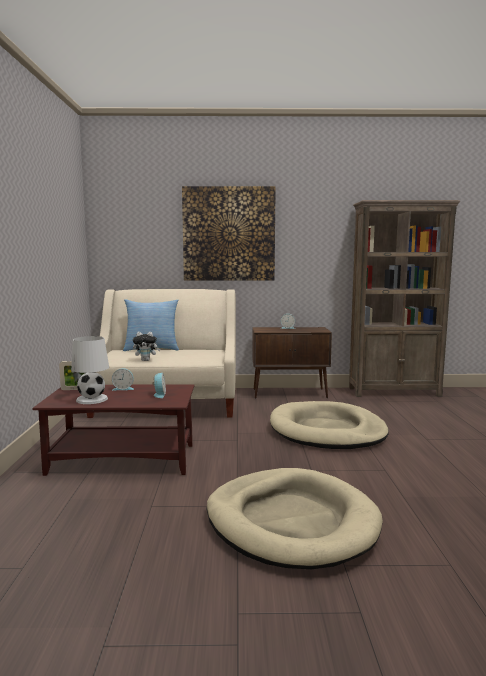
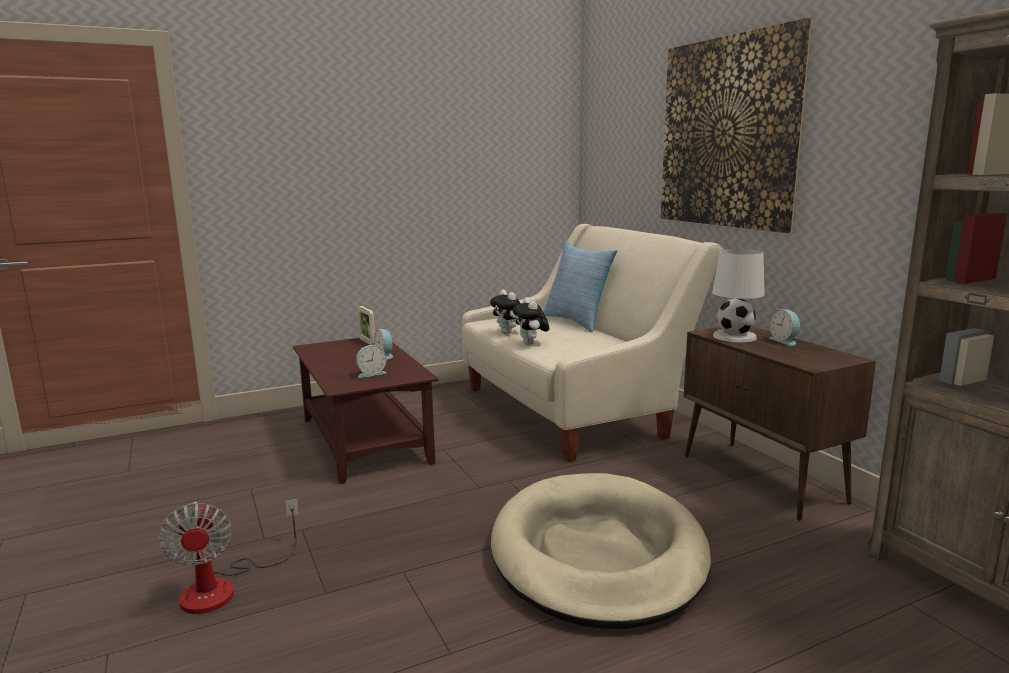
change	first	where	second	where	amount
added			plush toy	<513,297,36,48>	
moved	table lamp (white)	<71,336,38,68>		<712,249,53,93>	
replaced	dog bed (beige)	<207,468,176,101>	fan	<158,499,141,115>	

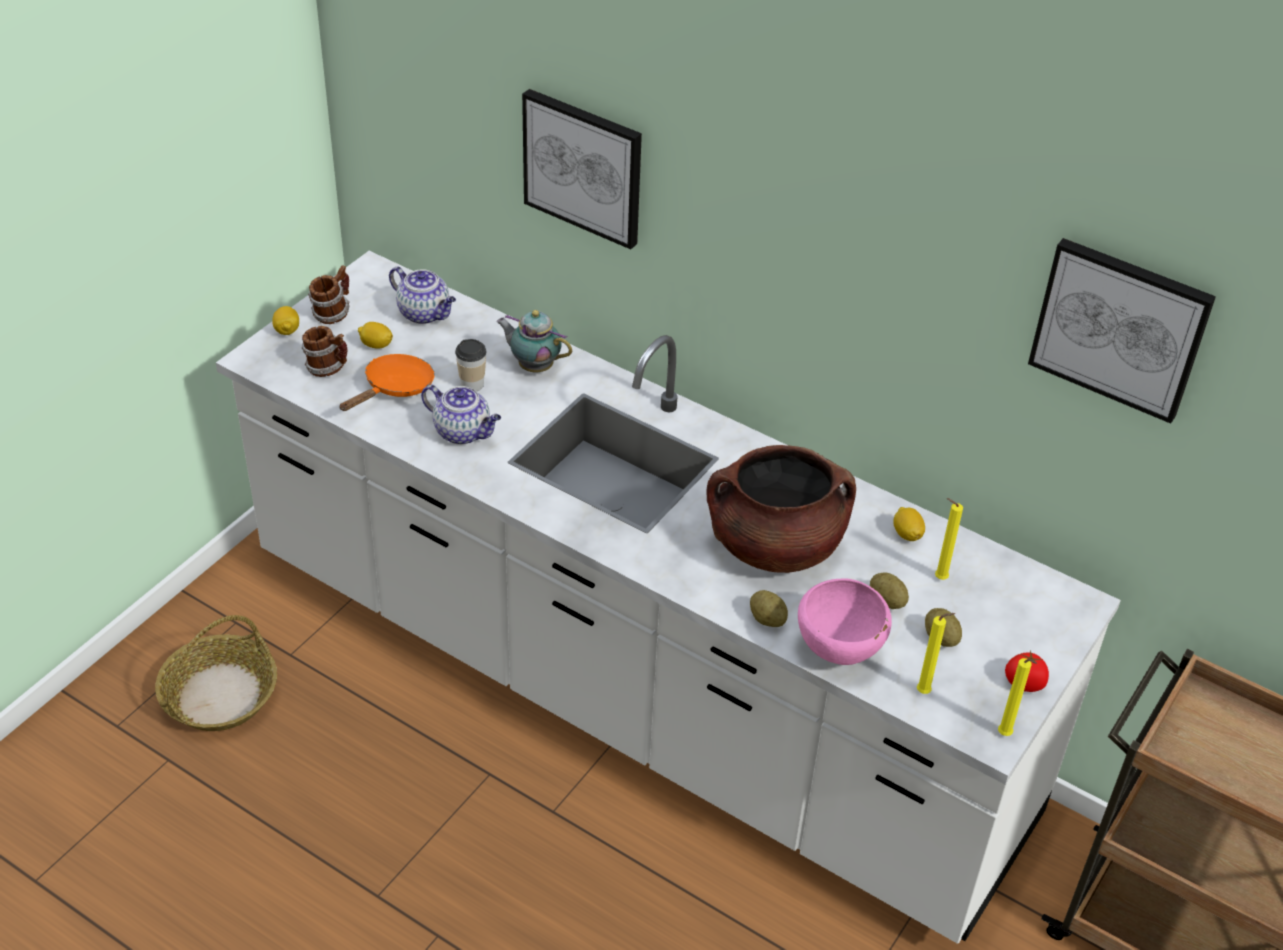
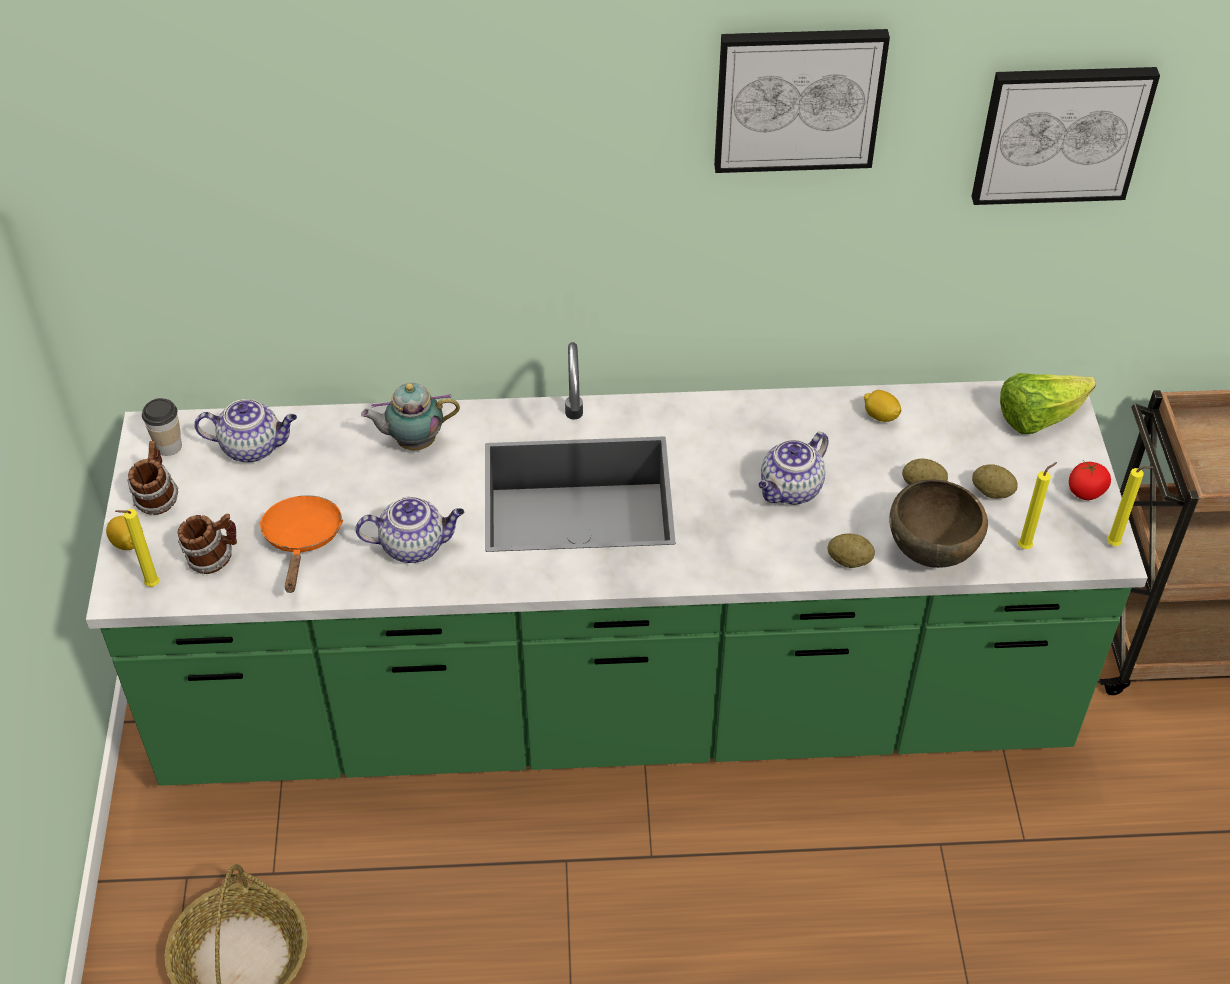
change	first	where	second	where	amount
removed	lemon	<358,322,35,27>			
added			lettuce	<1000,373,96,61>	
moved	cup	<455,339,31,52>		<142,398,40,58>	
moved	picture	<522,89,120,160>		<714,29,176,144>	
moved	candle (yellow)	<935,498,28,82>		<115,509,45,78>	
replaced	cooking pot (brown)	<706,445,150,128>	teapot	<758,432,71,73>	
recoloured	counter (white)	<216,251,905,693>	counter (green)	<86,342,1062,444>	
recoloured	bowl (pink)	<798,578,94,87>	bowl (brown)	<889,480,99,88>	

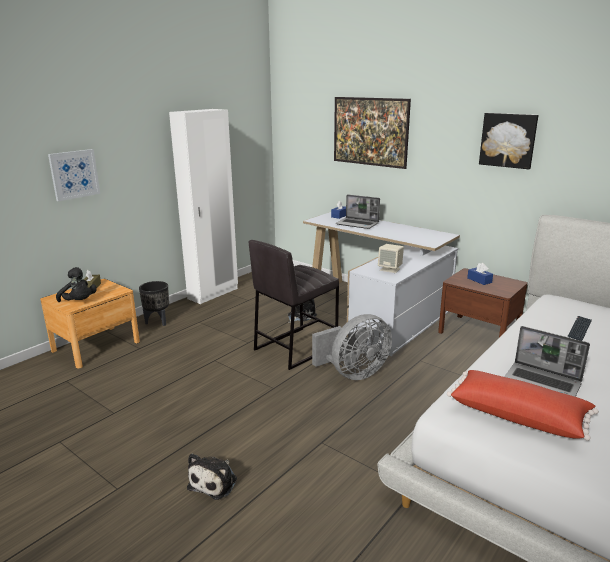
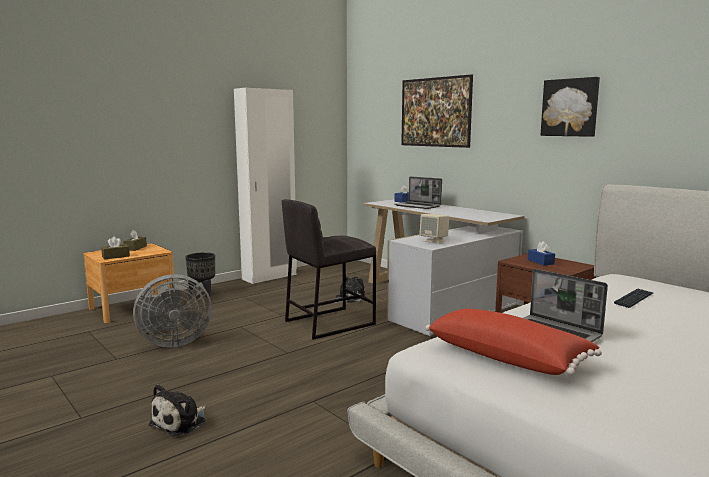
change	first	where	second	where	amount
removed	picture	<48,149,52,52>			
moved	fan (grey)	<312,314,80,66>		<133,274,79,74>	
replaced	plush toy (black)	<56,267,41,35>	tissue box (brown)	<101,237,29,22>	

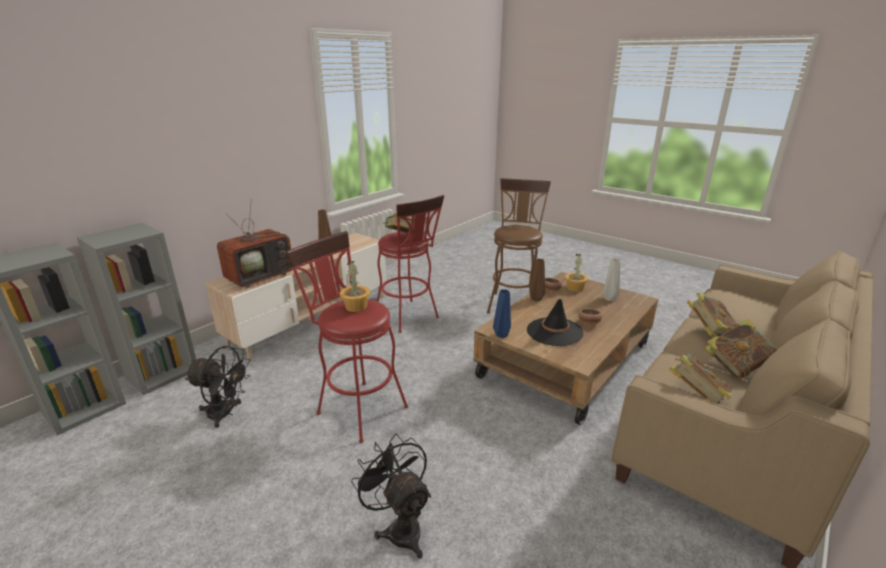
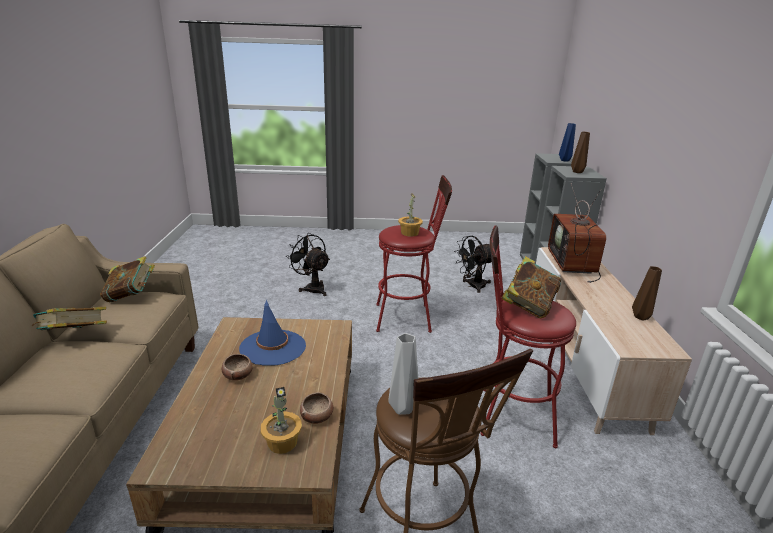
change	first	where	second	where	amount
removed	book	<687,293,51,44>			
moved	vase (blue)	<493,290,18,48>		<559,123,17,39>	
moved	vase (brown)	<529,259,16,43>		<571,132,19,41>	
moved	vase (grey)	<603,258,17,43>		<388,333,30,82>	
recoloured	hat (black)	<527,299,57,47>	hat (blue)	<239,300,67,66>	
turned	fan (black)	<351,434,80,125>		<286,233,44,63>	150 degrees counterclockwise

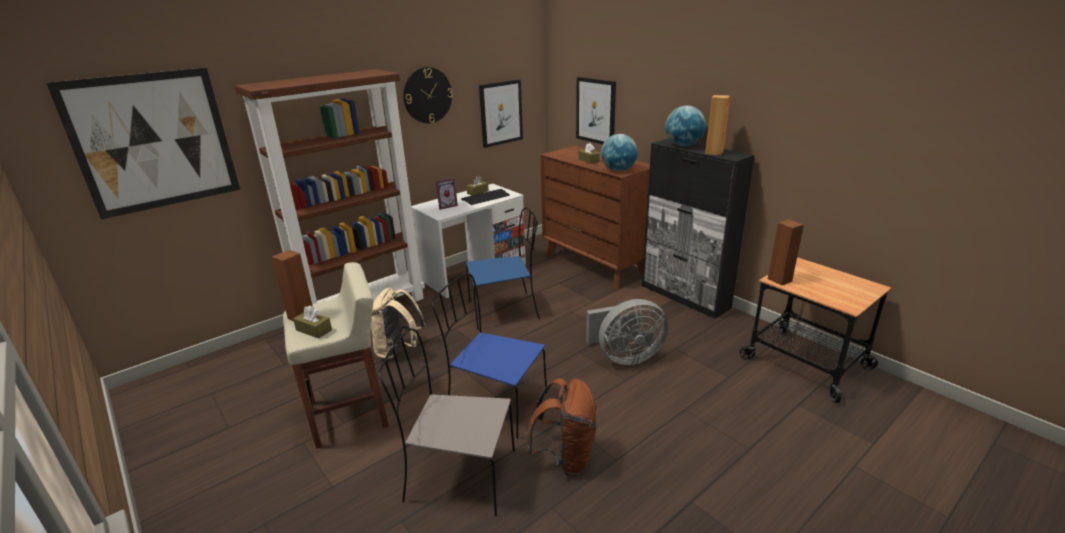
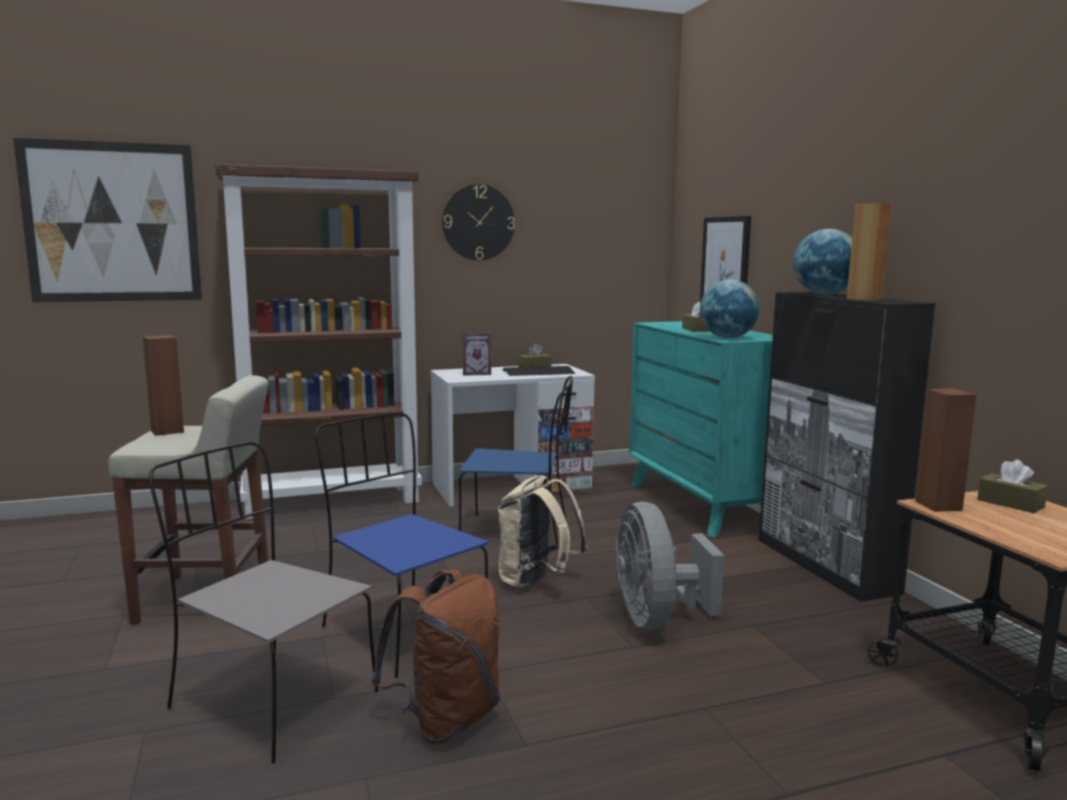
change	first	where	second	where	amount
removed	picture	<479,79,44,69>			
moved	tissue box (brown)	<293,306,39,33>		<977,460,71,53>	
moved	backpack (beige)	<371,287,54,73>		<498,475,90,115>	
recoloured	dresser (brown)	<540,146,110,143>	dresser (turquoise)	<629,321,144,217>	
turned	fan (grey)	<586,299,82,66>		<615,502,109,127>	75 degrees clockwise

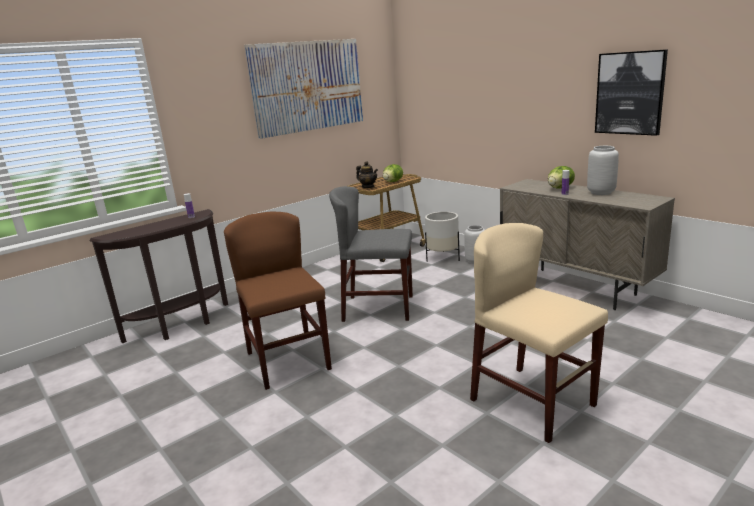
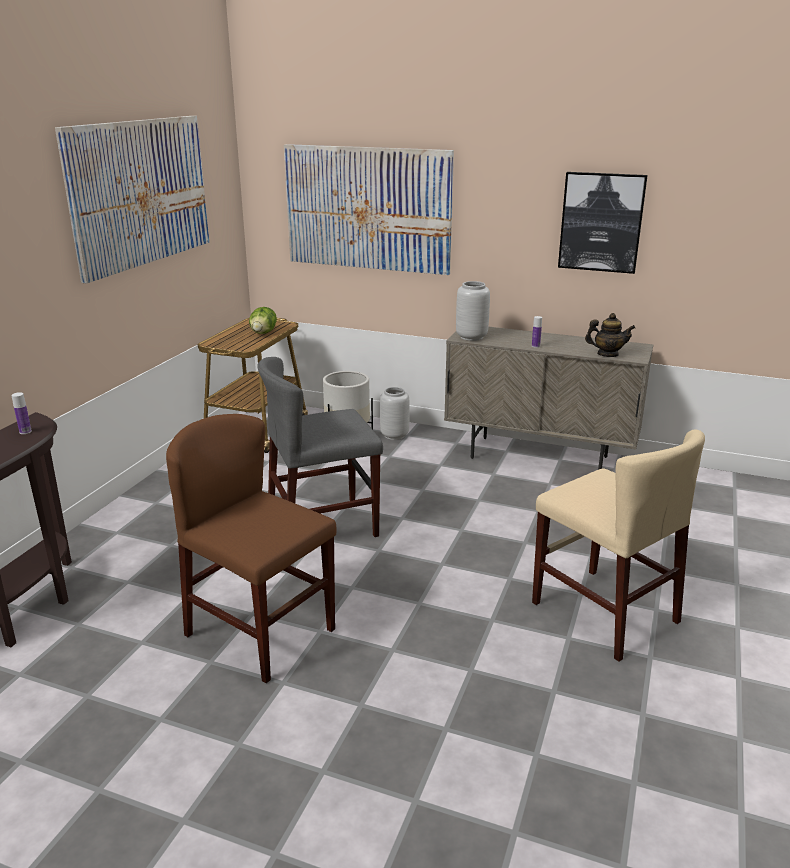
change	first	where	second	where	amount
removed	lettuce	<548,166,27,23>			
added			picture	<284,144,170,131>	
moved	teapot	<356,161,22,27>		<585,313,50,44>	
moved	vase (grey)	<587,146,32,49>		<456,281,34,60>	
turned	chair (beige)	<470,223,138,220>		<532,429,173,233>	150 degrees counterclockwise

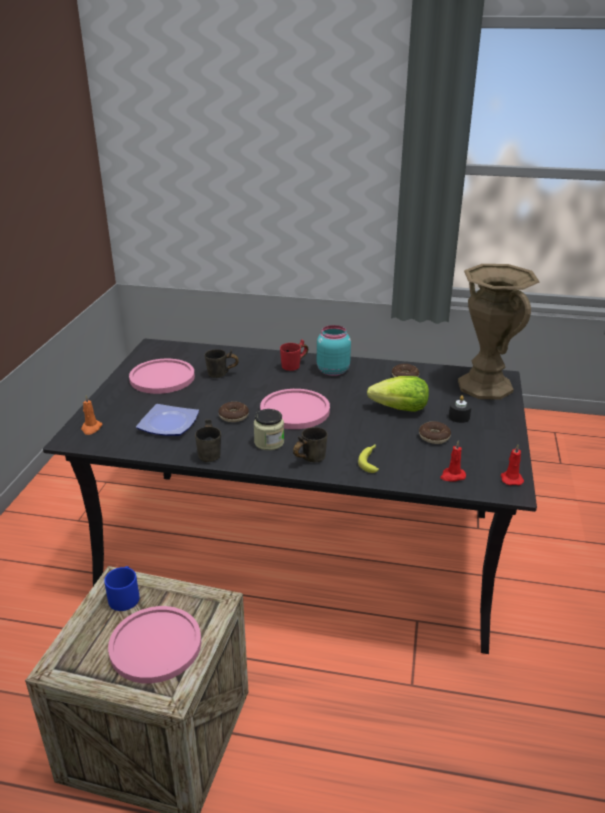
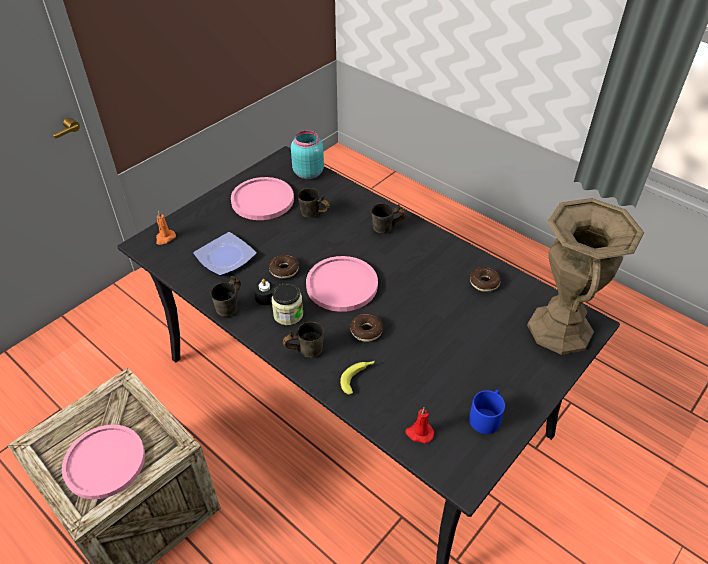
change	first	where	second	where	amount
removed	lettuce	<367,376,62,36>			
removed	candle (red)	<501,444,23,41>			
moved	mug (blue)	<104,566,35,45>		<469,390,36,44>	
moved	jar (turquoise)	<317,325,34,51>		<291,131,33,48>	
moved	donut	<419,422,32,22>		<350,314,33,28>	
moved	candle (black)	<449,395,23,28>		<254,279,22,26>	
recoloured	mug (red)	<280,339,28,32>	mug (grey)	<372,203,33,31>	

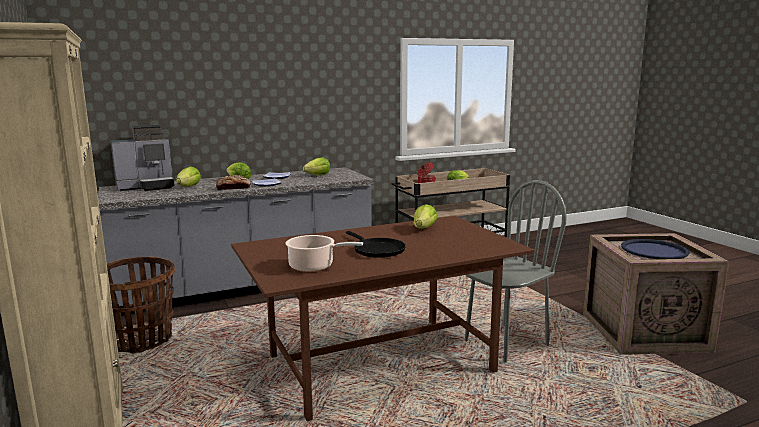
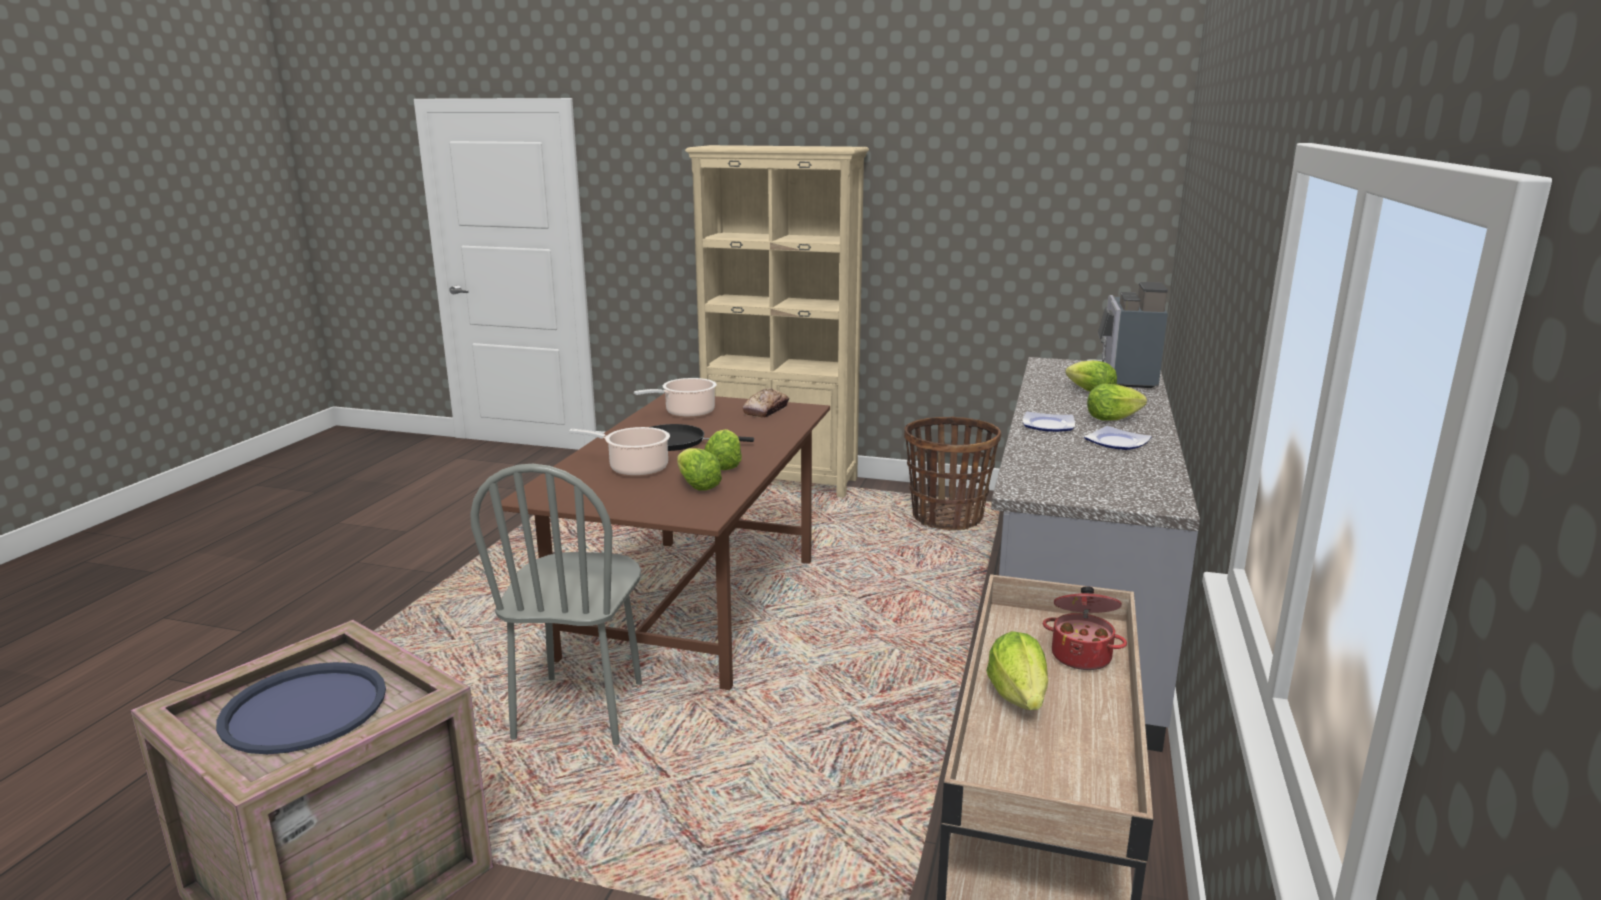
change	first	where	second	where	amount
added			cooking pot	<569,427,101,50>	
moved	bread	<216,175,34,15>		<743,388,46,30>	
moved	lettuce	<303,157,27,18>		<705,429,37,41>	

